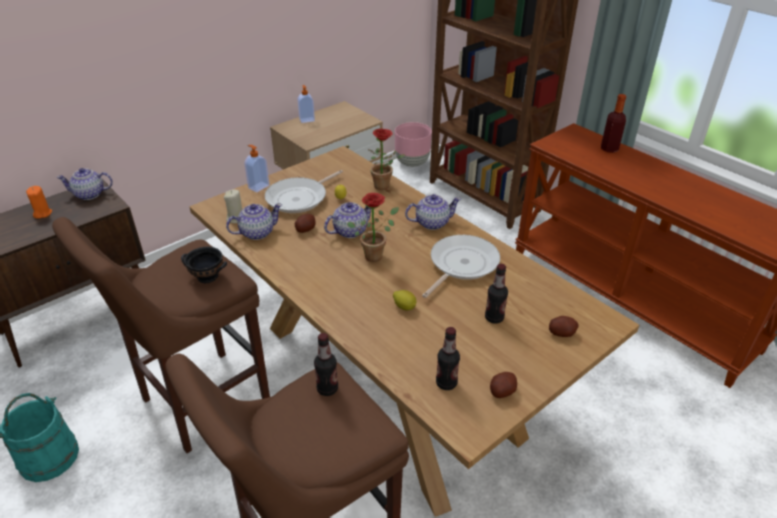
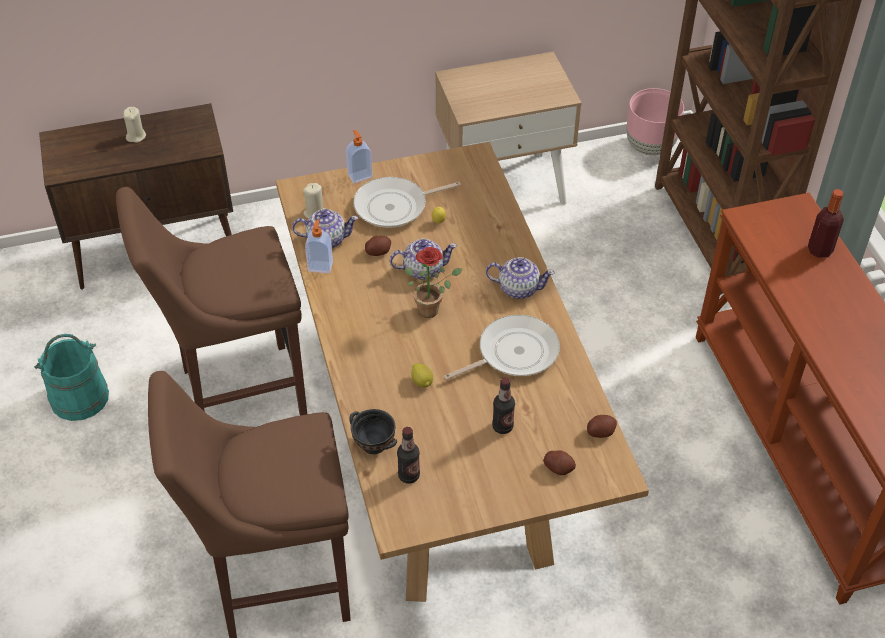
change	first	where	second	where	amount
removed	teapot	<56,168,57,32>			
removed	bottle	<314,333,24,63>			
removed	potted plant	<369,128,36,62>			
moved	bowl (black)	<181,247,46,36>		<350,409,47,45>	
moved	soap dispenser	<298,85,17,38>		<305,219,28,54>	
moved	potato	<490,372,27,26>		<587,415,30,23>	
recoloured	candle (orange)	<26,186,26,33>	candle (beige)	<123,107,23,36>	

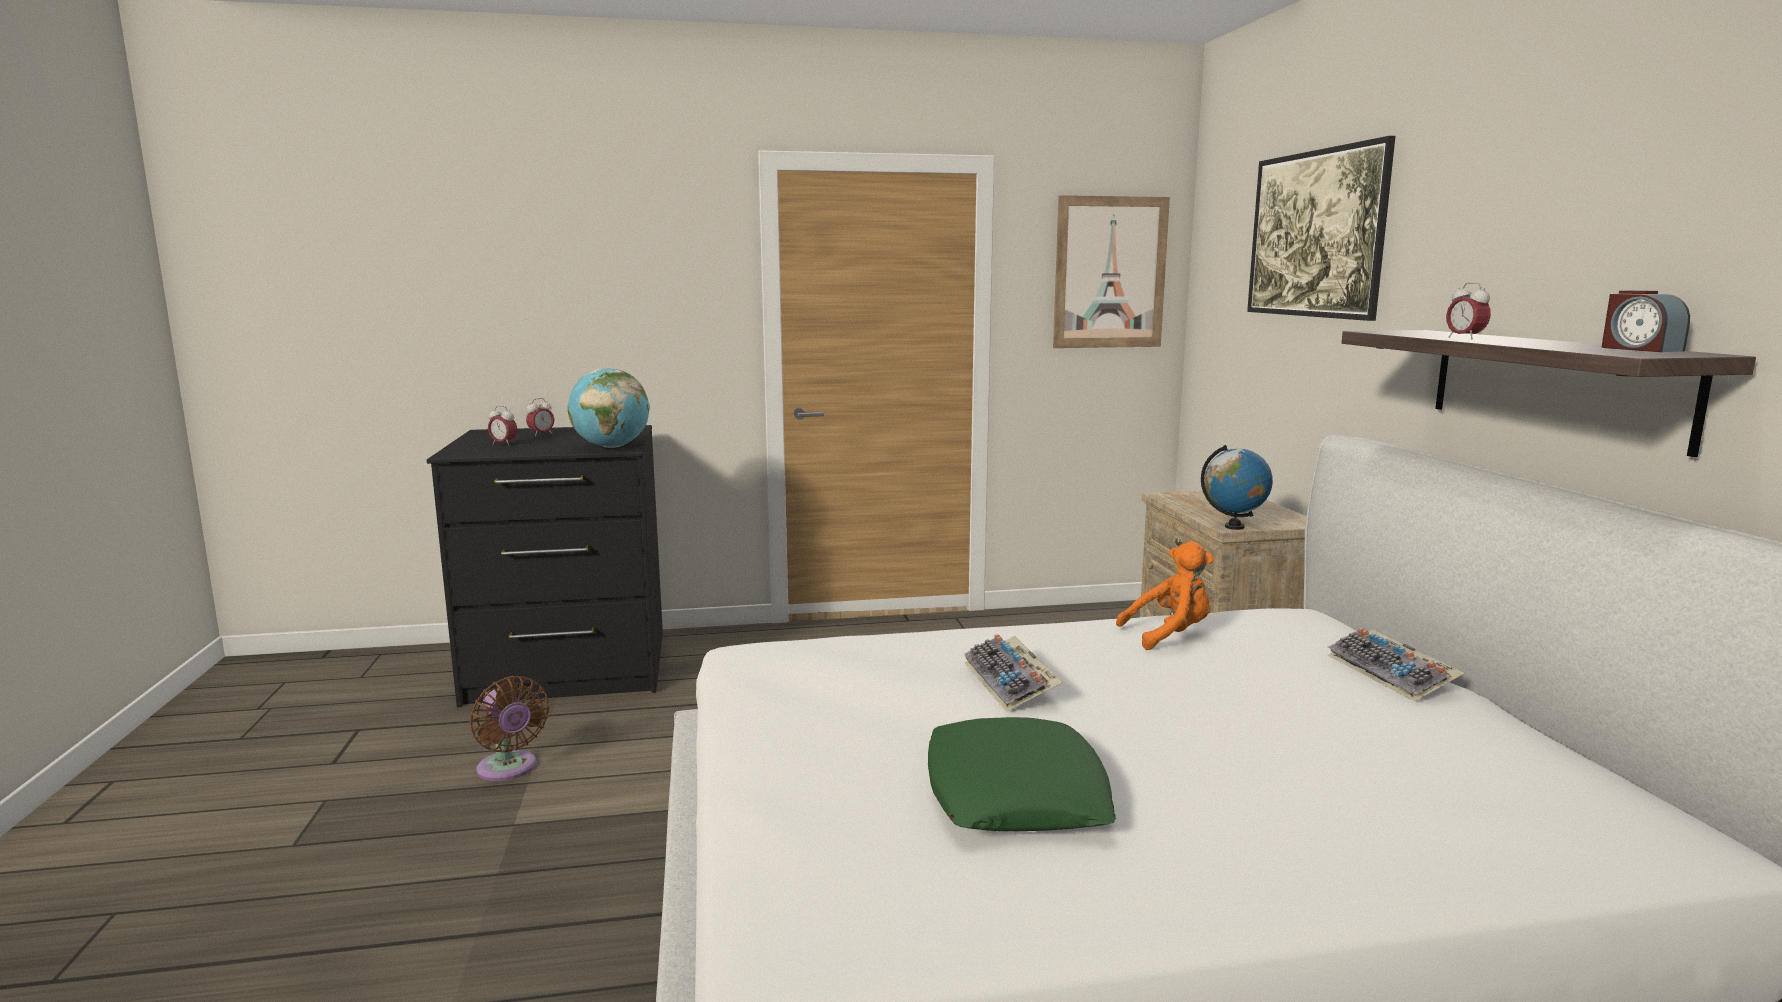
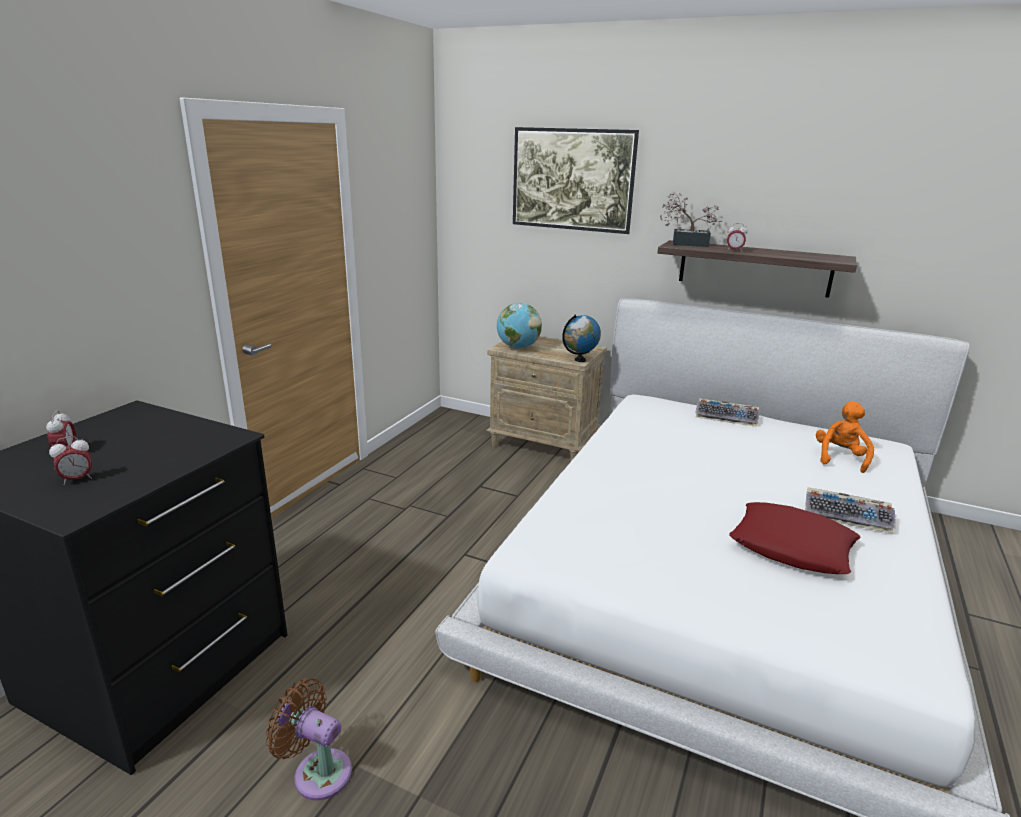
change	first	where	second	where	amount
removed	picture	<1053,195,117,153>			
removed	alarm clock	<1602,290,88,62>			
added			potted plant	<660,192,63,55>	
moved	globe	<568,369,82,79>		<497,303,45,46>	
moved	keyboard	<964,634,98,78>		<805,487,91,47>	
moved	plush toy (orange)	<1116,541,98,109>		<816,401,58,72>	
recoloured	pillow (green)	<928,717,188,114>	pillow (red)	<729,502,132,72>	
turned	fan (brown)	<470,676,79,105>		<266,678,86,123>	150 degrees counterclockwise

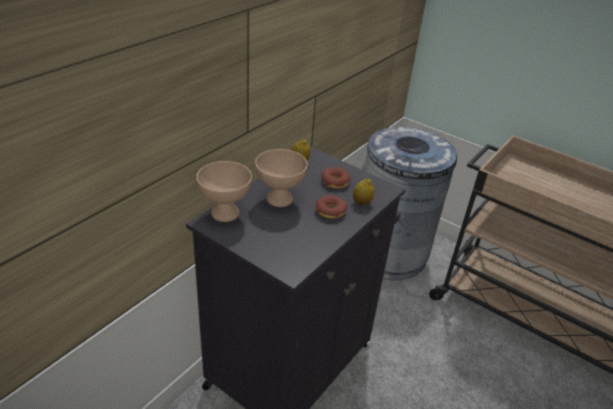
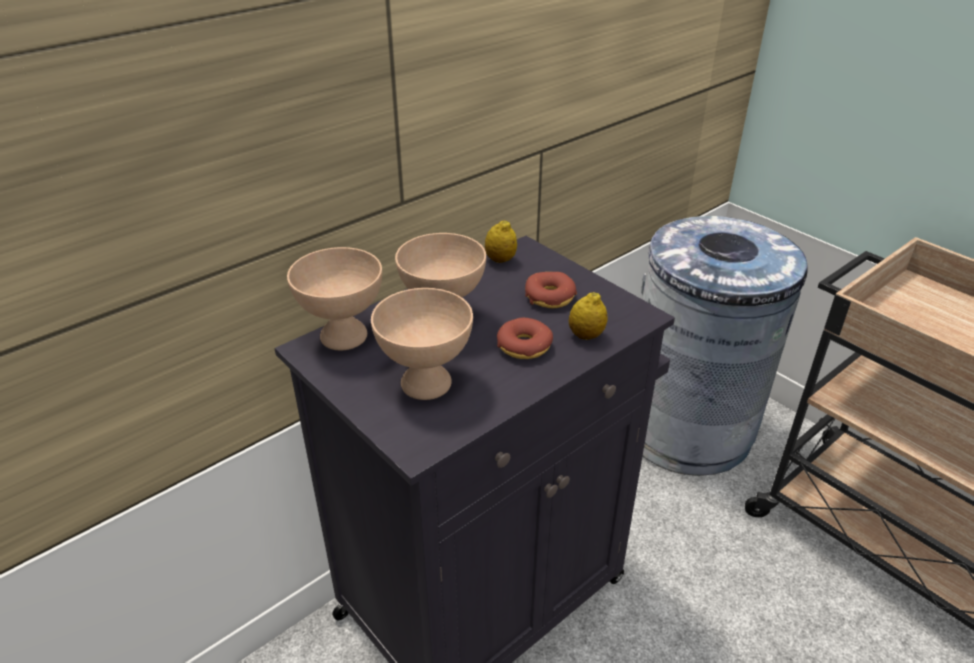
change	first	where	second	where	amount
added			bowl (beige)	<371,288,102,112>	

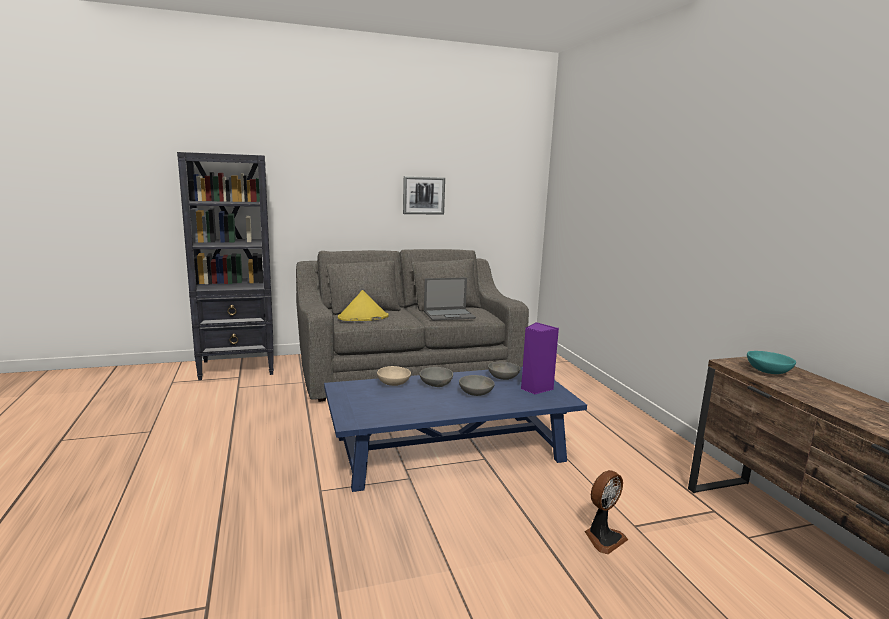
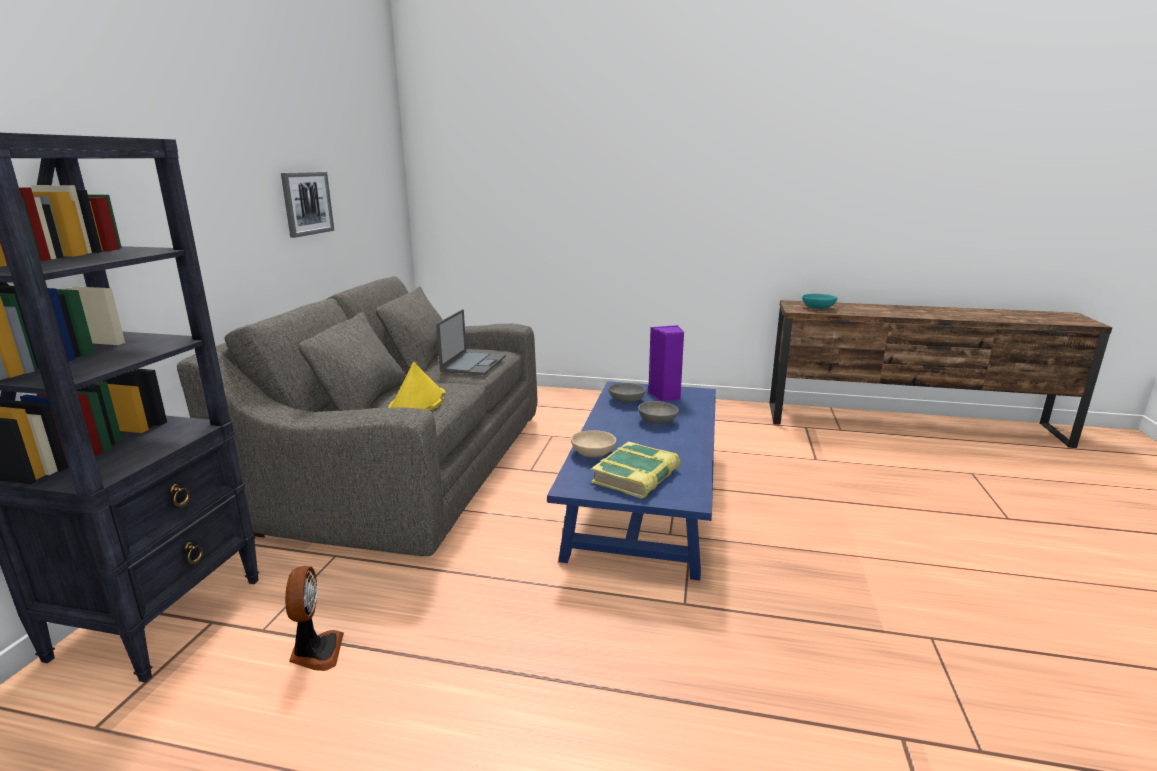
change	first	where	second	where	amount
removed	bowl (grey)	<419,367,34,20>			
added			book	<591,441,90,58>	
moved	fan	<585,470,43,84>		<285,566,59,105>	

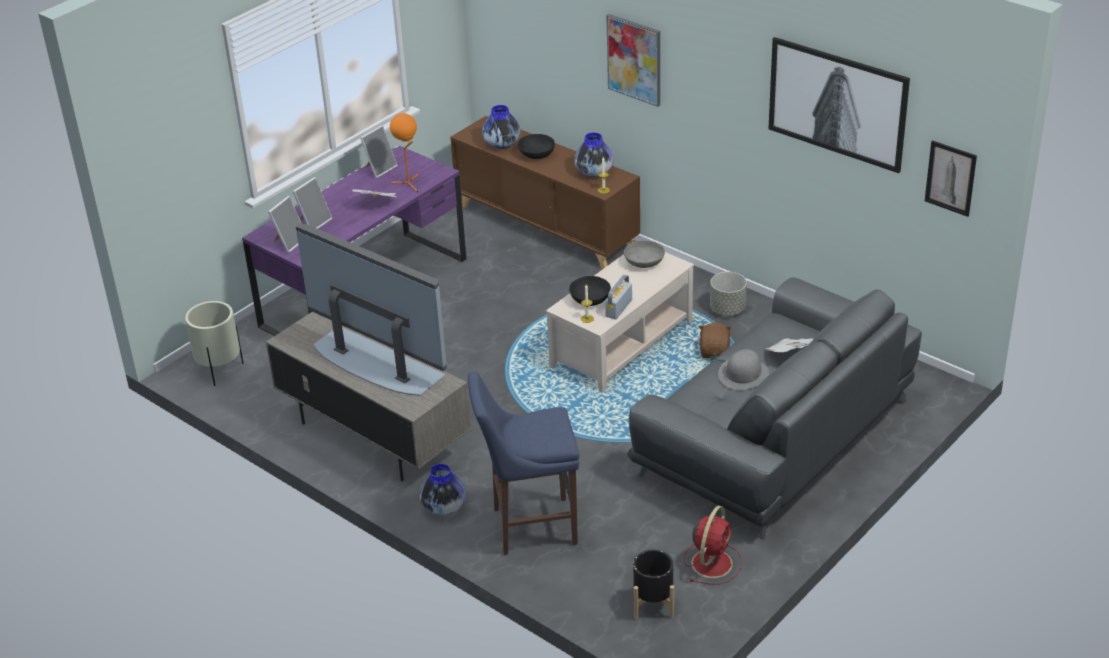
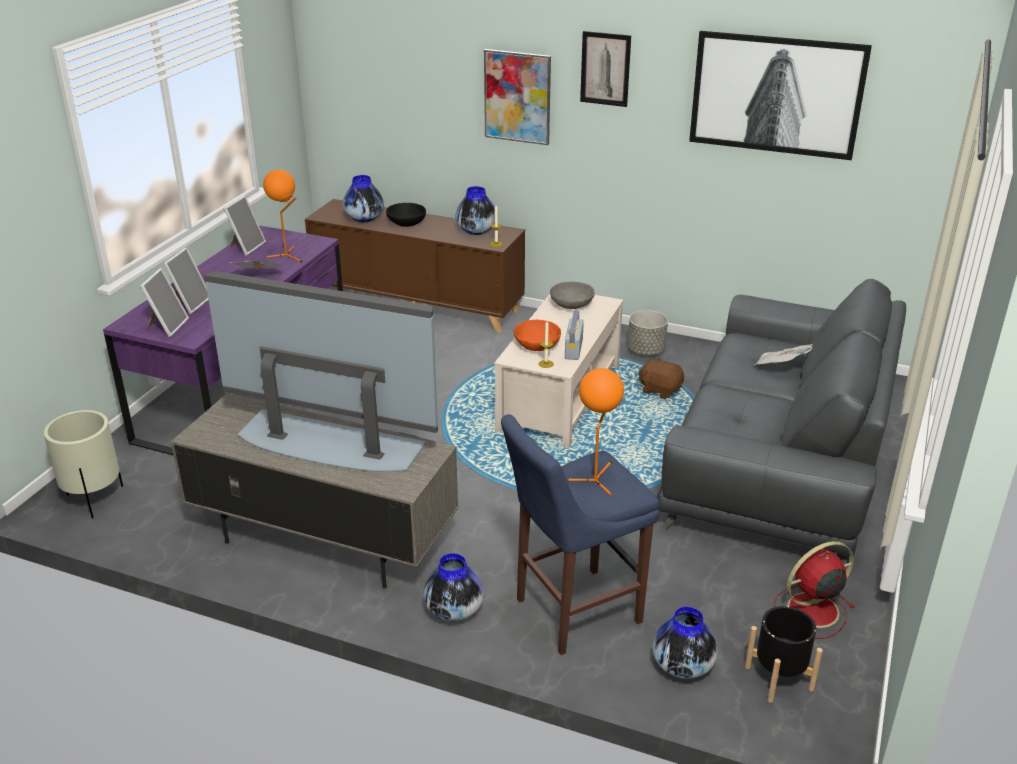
change	first	where	second	where	amount
removed	hat (grey)	<718,349,51,41>			
added			table lamp (orange)	<568,368,56,128>	
added			vase	<652,607,66,72>	
moved	picture	<925,140,52,77>		<580,31,51,76>	
recoloured	bowl (black)	<569,276,42,30>	bowl (orange)	<514,320,47,31>	
turned	fan (red)	<684,506,58,79>		<774,541,80,98>	120 degrees counterclockwise
turned	plush toy (brown)	<698,323,34,35>		<638,357,46,42>	45 degrees counterclockwise

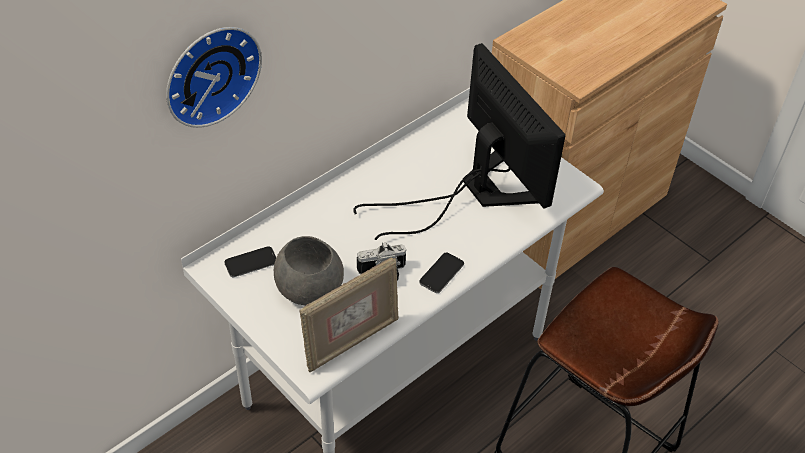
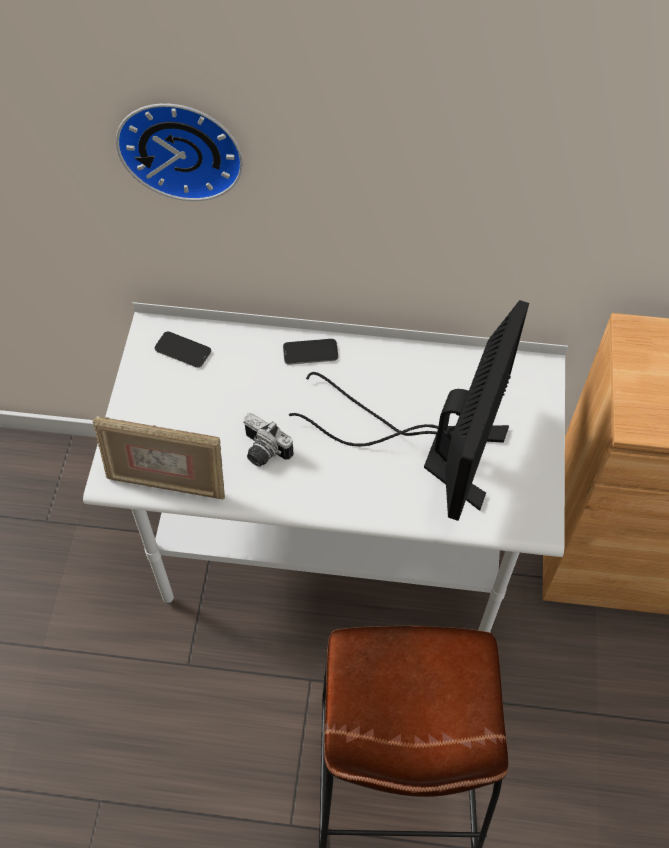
change	first	where	second	where	amount
removed	bowl (grey)	<274,236,70,69>			
moved	phone	<419,253,45,40>		<283,339,55,26>	

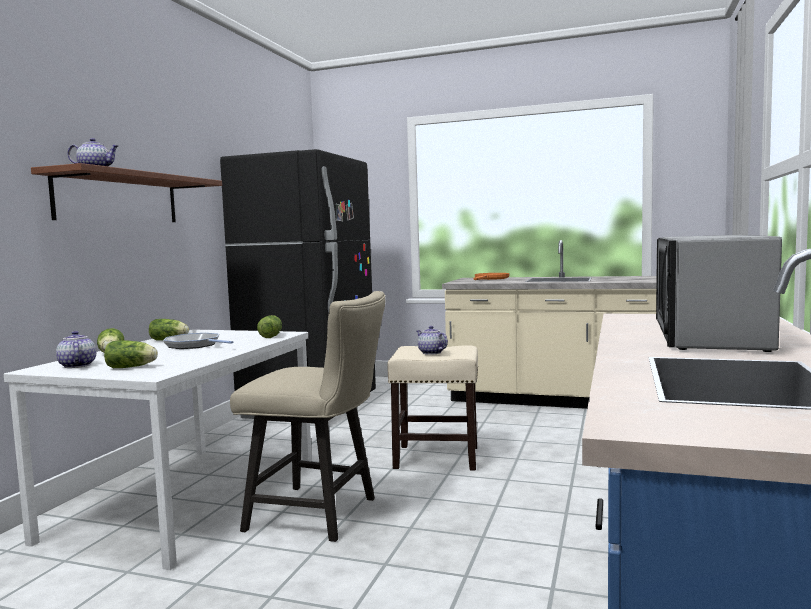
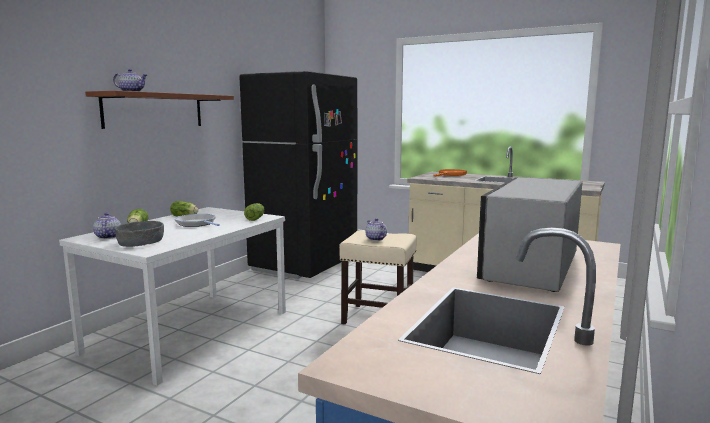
change	first	where	second	where	amount
removed	chair (beige)	<230,291,156,251>			
replaced	lettuce	<104,340,54,28>	bowl (grey)	<115,221,49,26>	

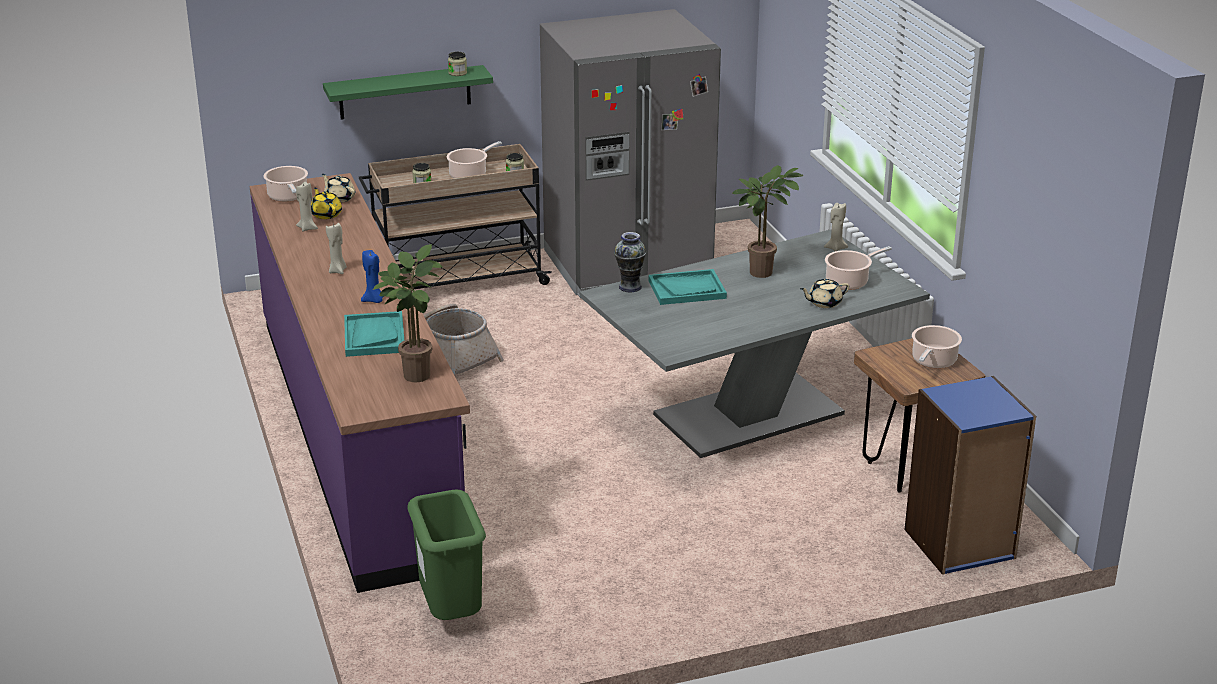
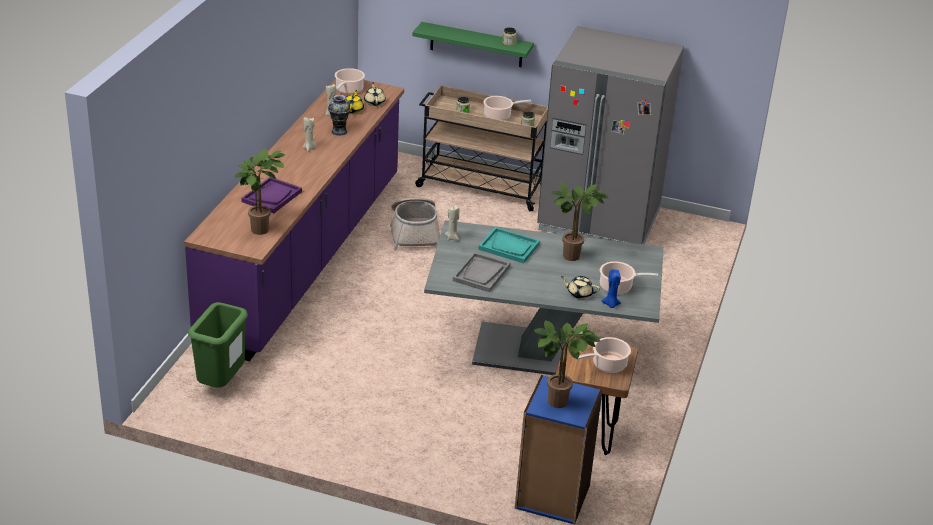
change	first	where	second	where	amount
added			tray (grey)	<453,252,57,40>	
added			potted plant	<534,320,67,88>	
moved	candle (blue)	<361,250,22,53>		<601,269,20,39>	
moved	vase	<614,232,32,60>		<328,95,22,40>	
moved	candle (beige)	<824,203,24,48>		<445,205,14,36>	
recoloured	tray (turquoise)	<344,311,60,46>	tray (purple)	<241,177,61,36>	

